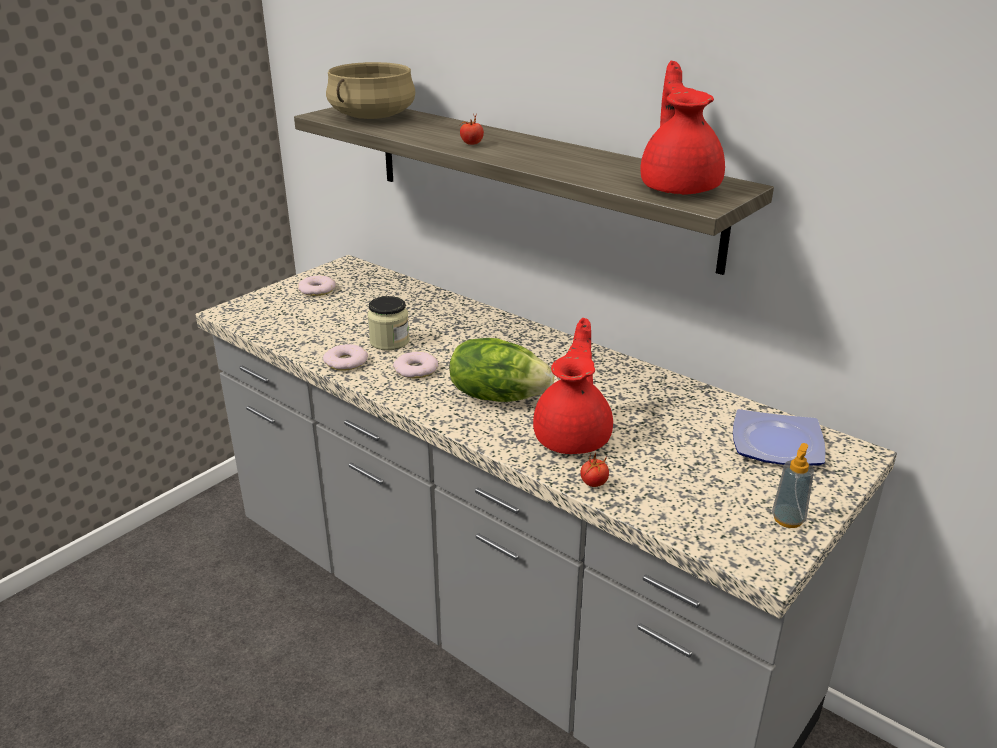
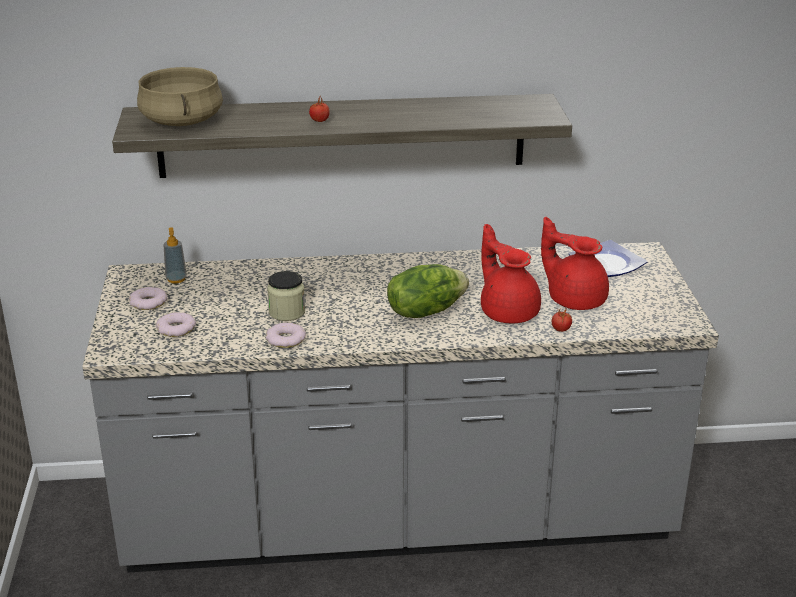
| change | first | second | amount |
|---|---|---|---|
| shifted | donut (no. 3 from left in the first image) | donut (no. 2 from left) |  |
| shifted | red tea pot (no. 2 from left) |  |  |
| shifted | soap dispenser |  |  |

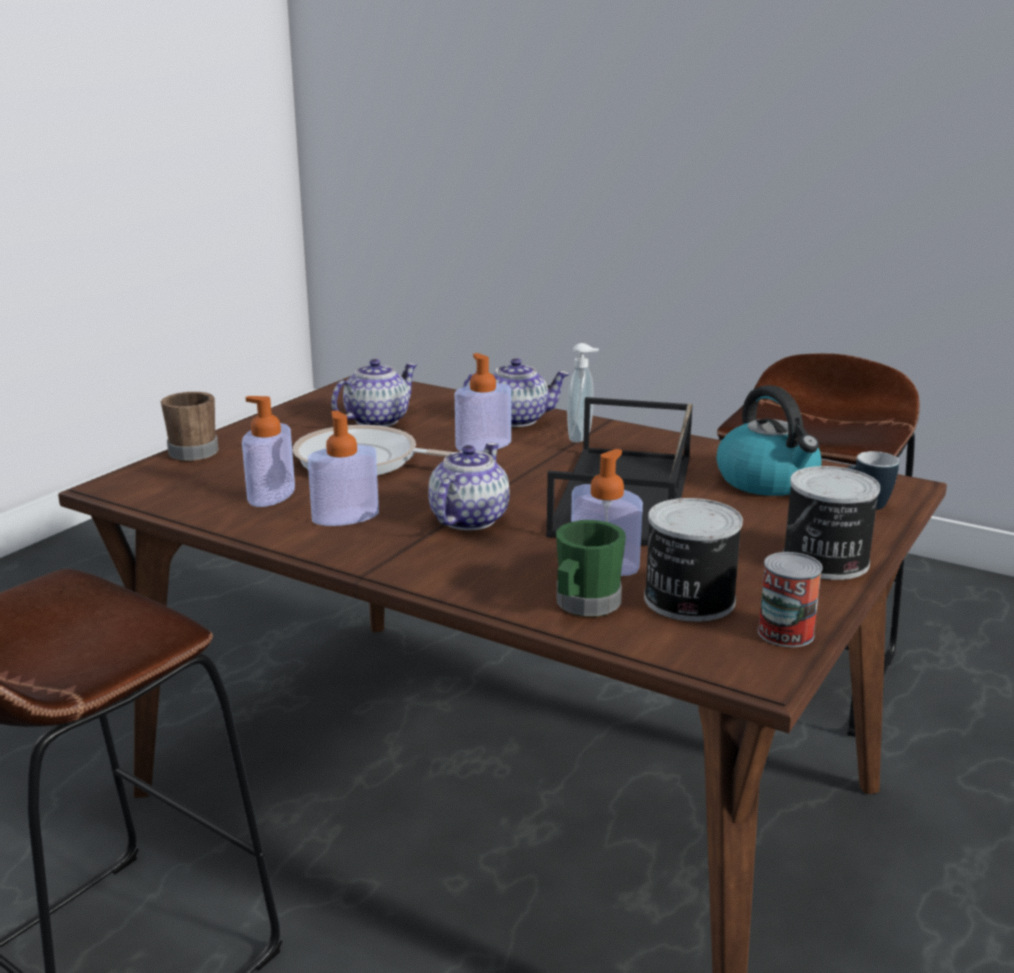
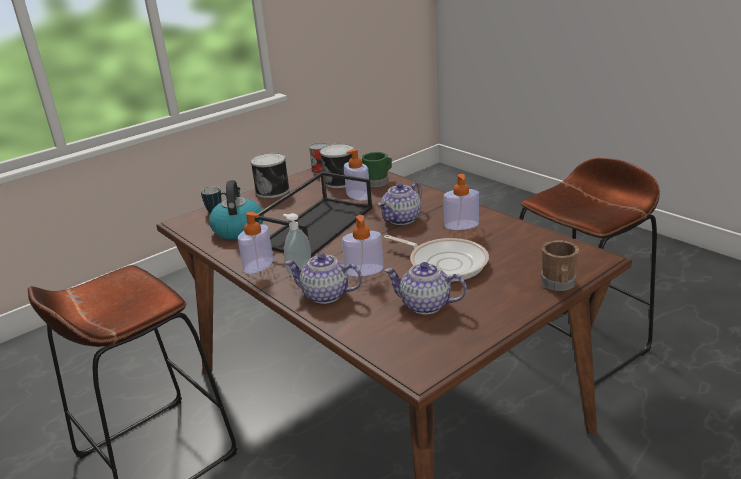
| change | first | second | amount |
|---|---|---|---|
| shifted | soap dispenser (no. 1 from left) |  |  |
| rotated | tea pot (no. 1 from left in the first image) | tea pot (no. 3 from left) | 45 degrees clockwise |

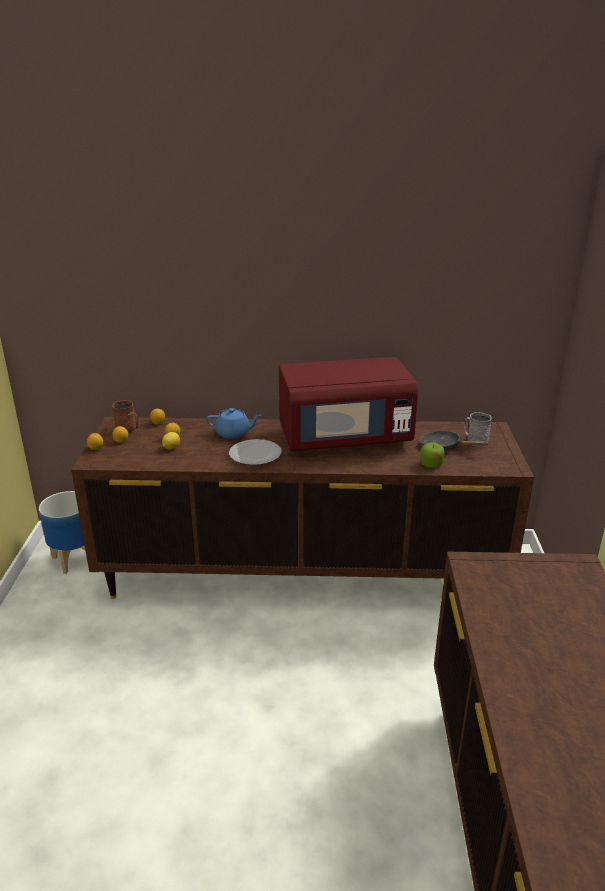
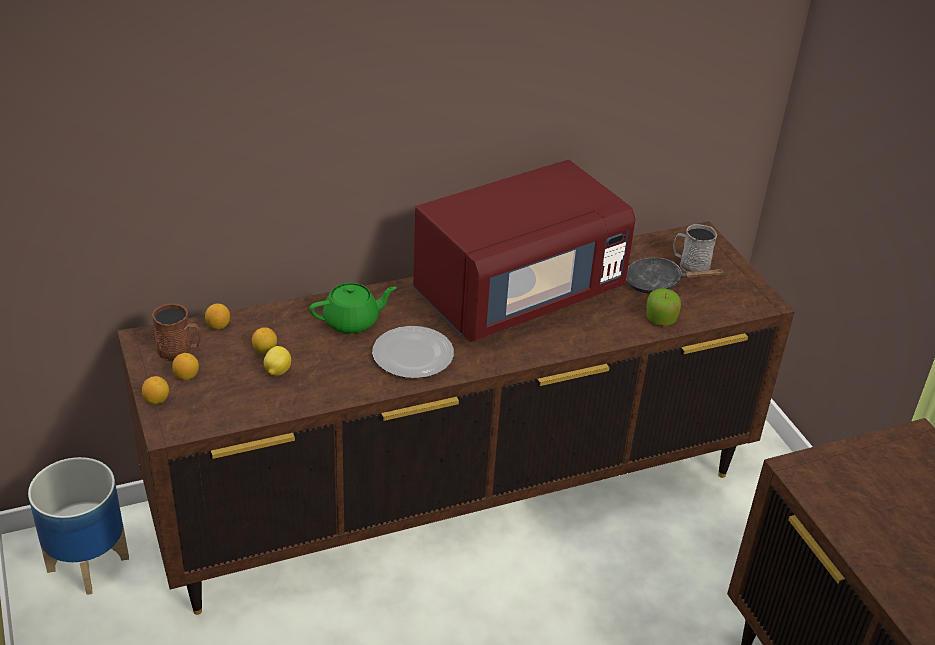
| change | first | second | amount |
|---|---|---|---|
| repainted | blue tea pot | green-coloured tea pot |  |

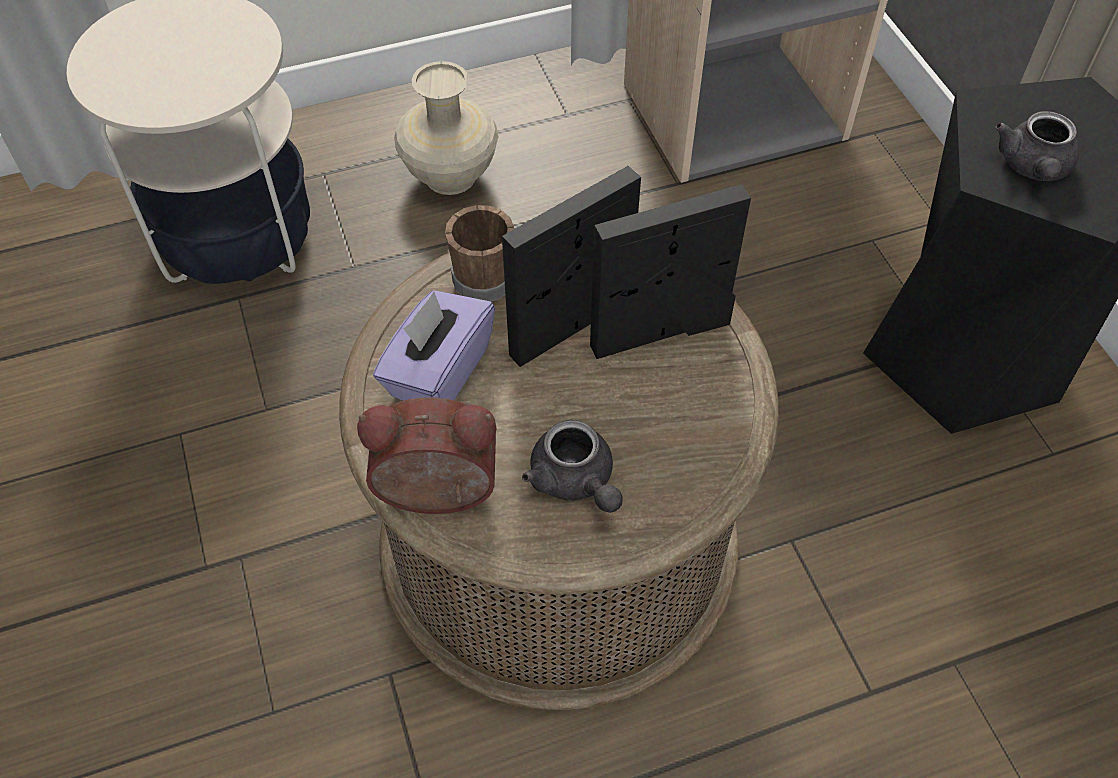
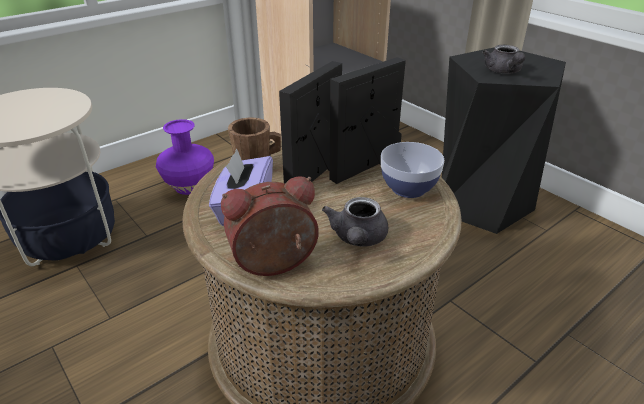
| change | first | second | amount |
|---|---|---|---|
| new |  | deep dish |  |
| repainted | beige-coloured decorative vase | purplish decorative vase |  |
| rotated | gray tea pot (no. 1 from left) |  | 60 degrees clockwise |

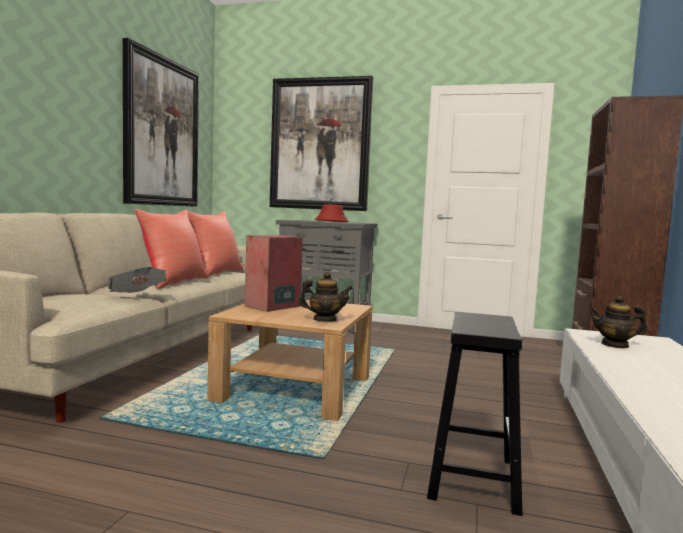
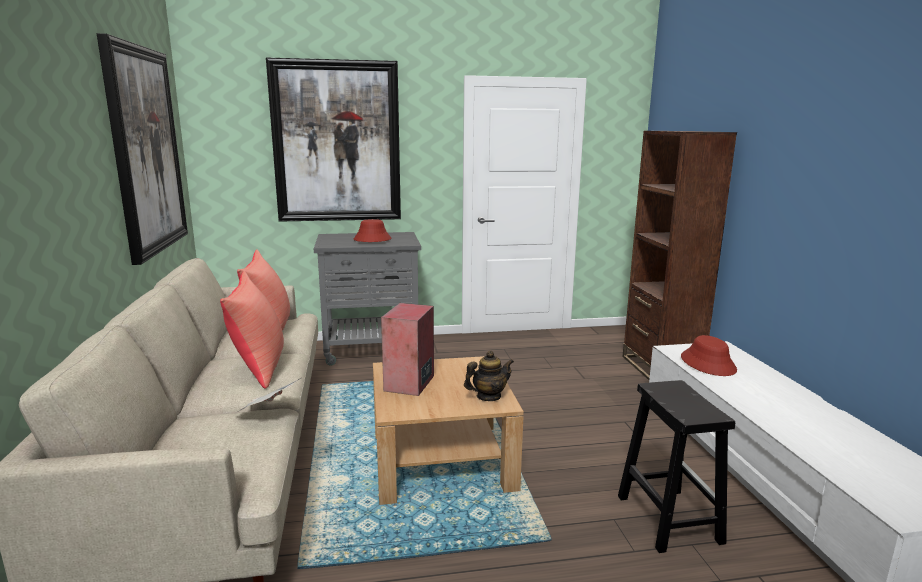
| change | first | second | amount |
|---|---|---|---|
| swapped | tea pot (no. 2 from left) | red clothing hat (no. 2 from left) |  |

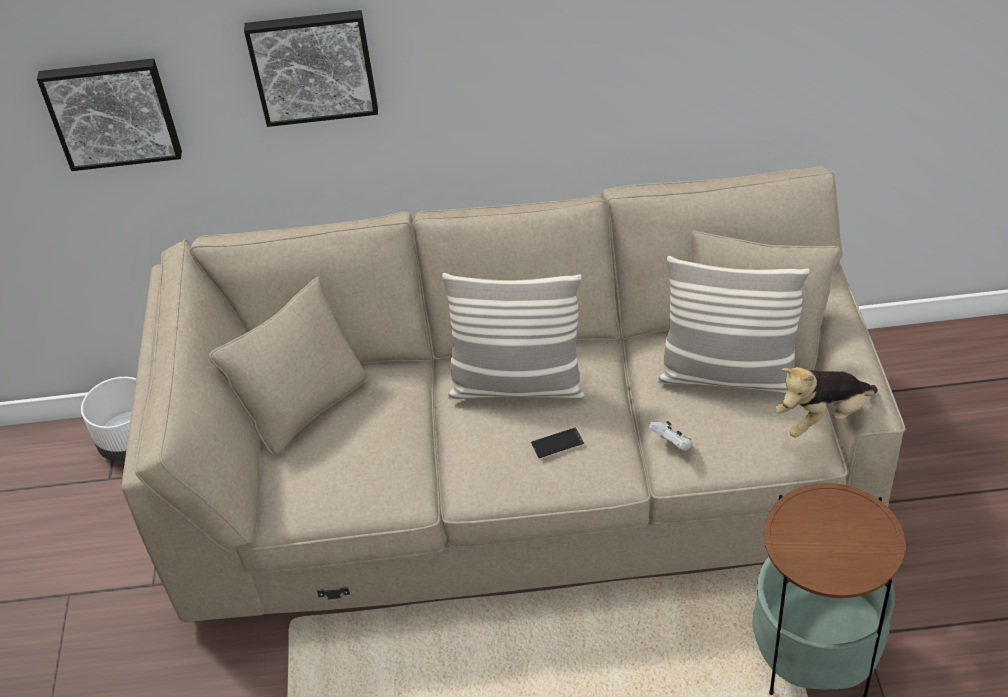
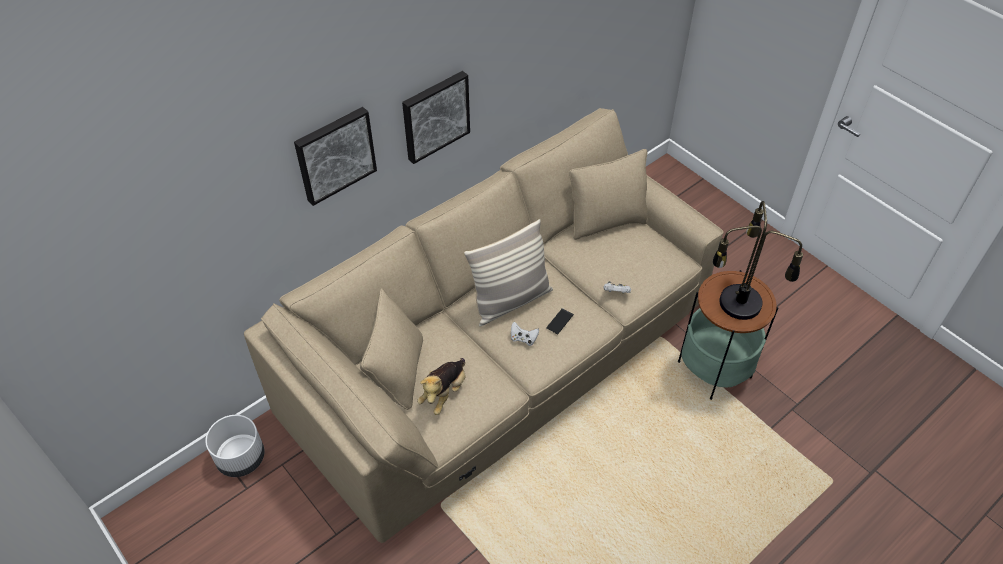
| change | first | second | amount |
|---|---|---|---|
| gone | cushion (no. 2 from left) |  |  |
| new |  | white-coloured joypad (no. 1 from left) |  |
| new |  | lamp for a table |  |
| shifted | picture (no. 1 from left in the first image) | picture (no. 2 from left) |  |
| shifted | cuddly toy |  |  |

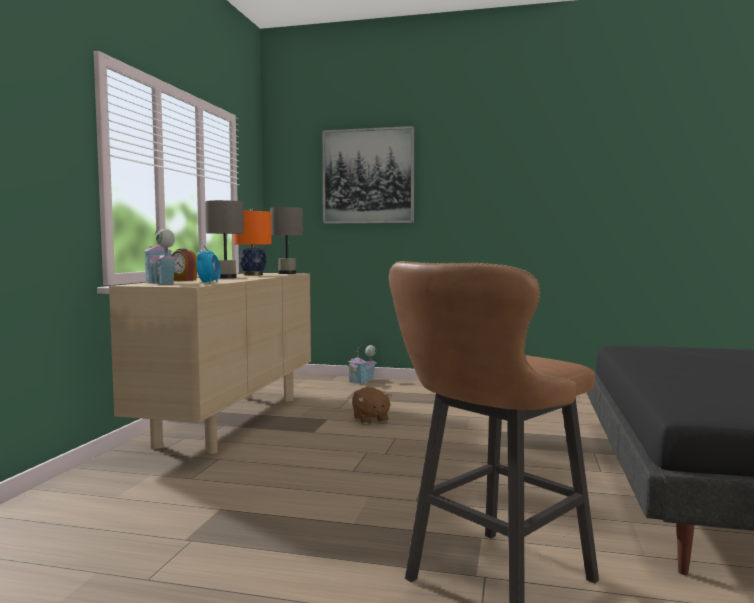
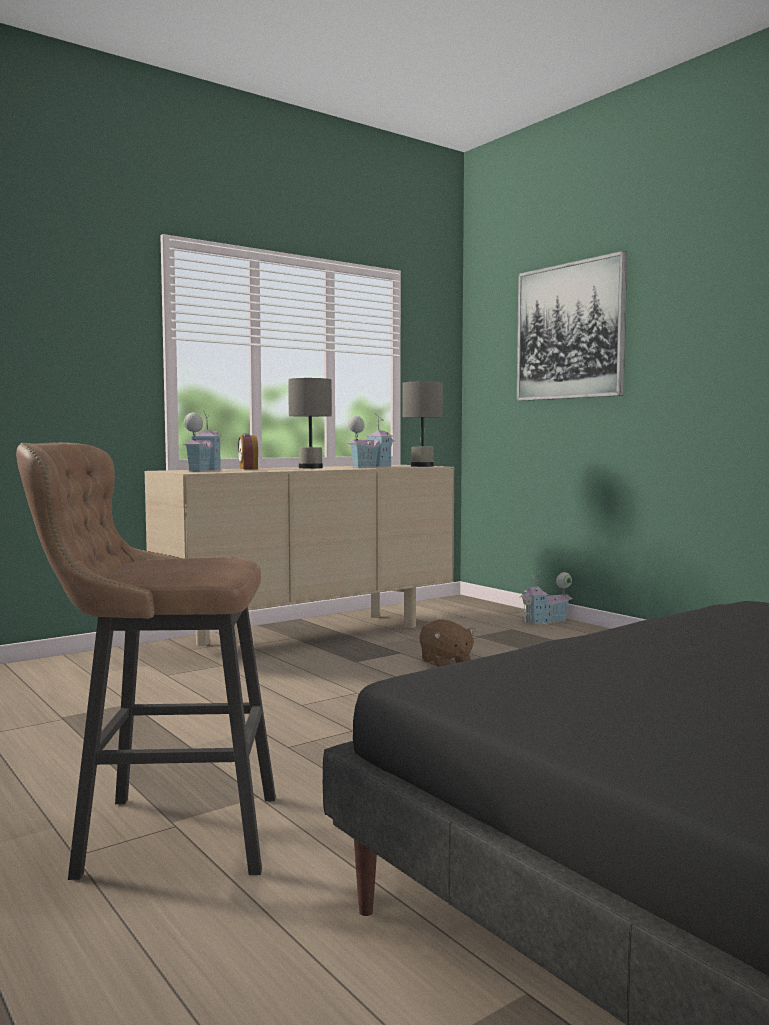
| change | first | second | amount |
|---|---|---|---|
| gone | table clock (no. 2 from left) |  |  |
| swapped | orangey lamp for a table | model house (no. 2 from left) |  |
| rotated | brown cuddly toy |  | 45 degrees counterclockwise |

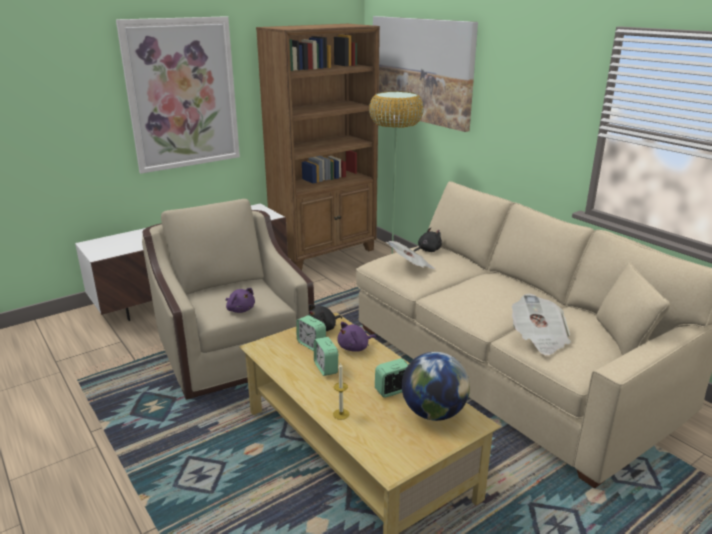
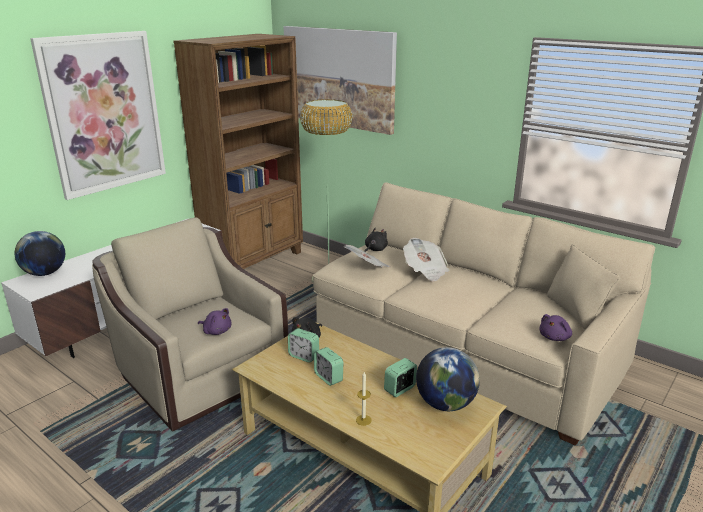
| change | first | second | amount |
|---|---|---|---|
| new |  | globe (no. 1 from left) |  |
| shifted | purplish cuddly toy (no. 2 from left) |  |  |
| shifted | printed paper (no. 2 from left) |  |  |

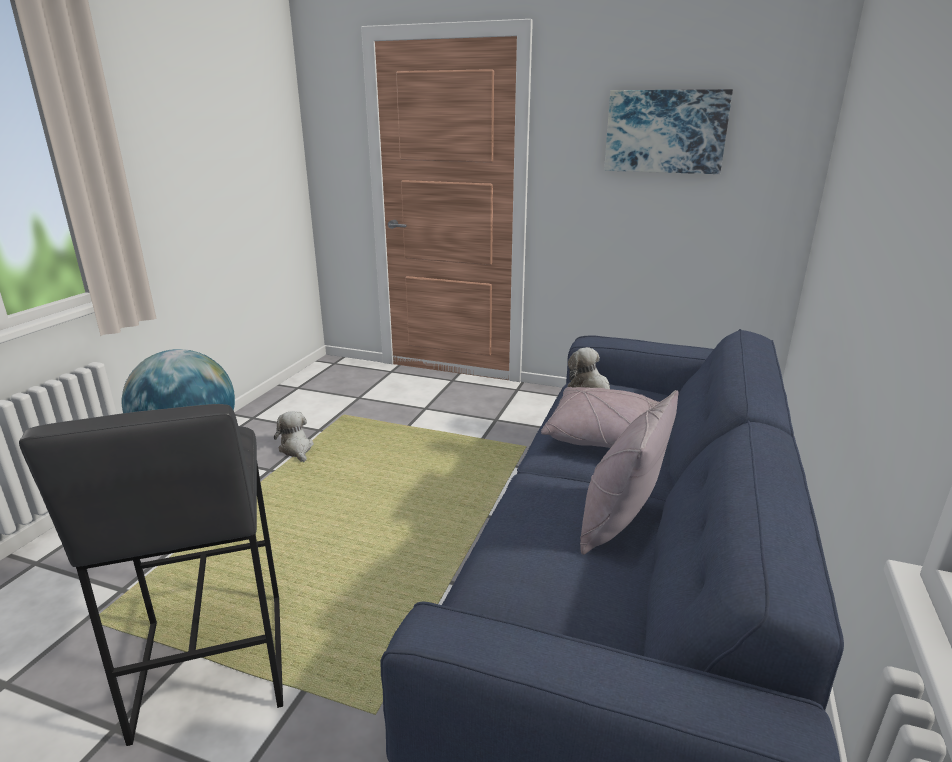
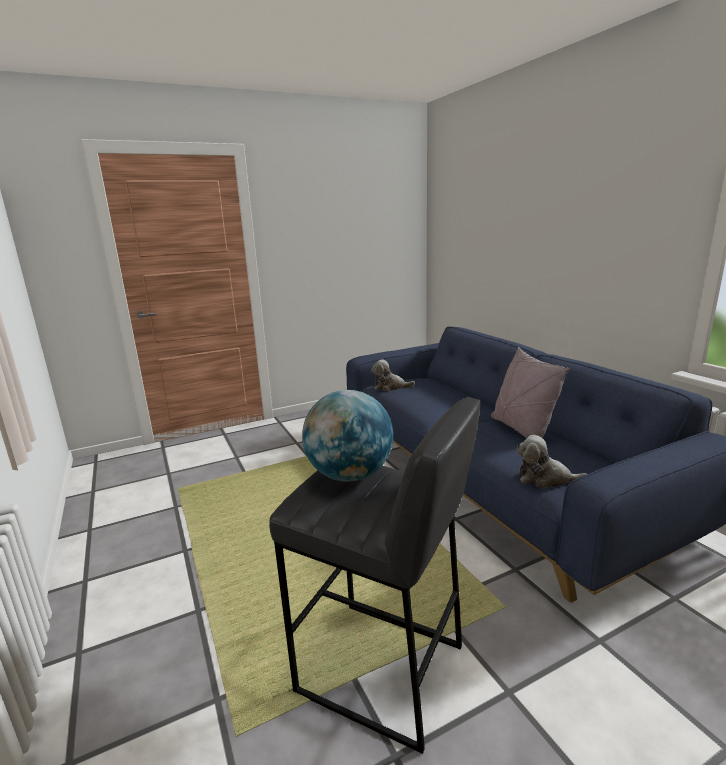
| change | first | second | amount |
|---|---|---|---|
| gone | purplish cushion (no. 1 from left) |  |  |
| gone | picture |  |  |
| shifted | cuddly toy (no. 1 from left in the first image) | cuddly toy (no. 2 from left) |  |

